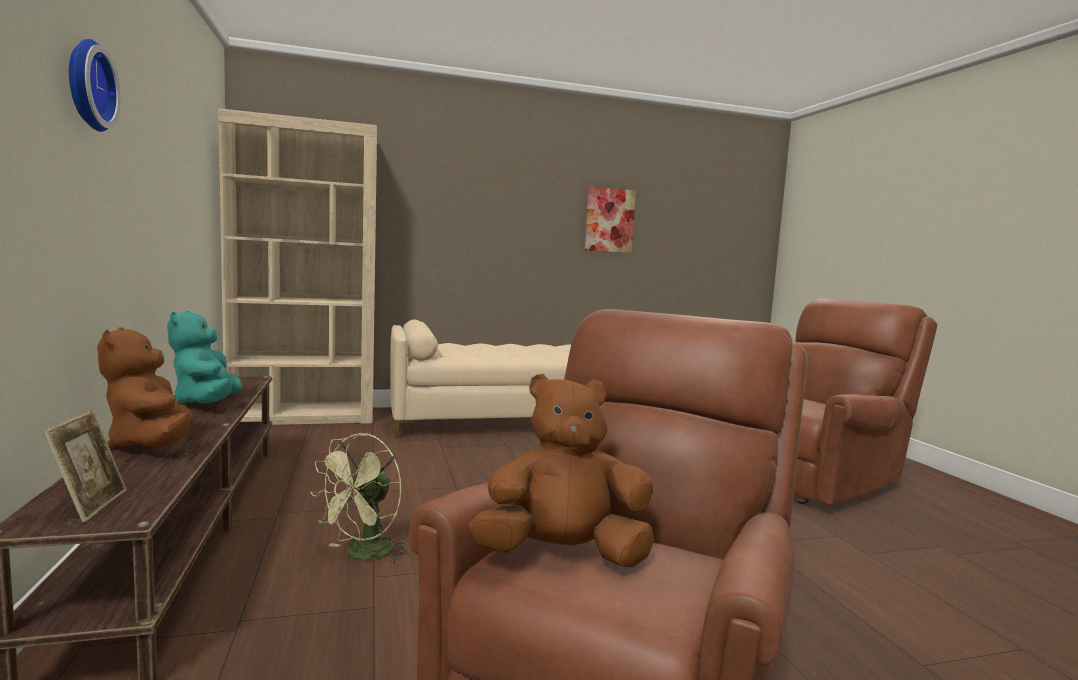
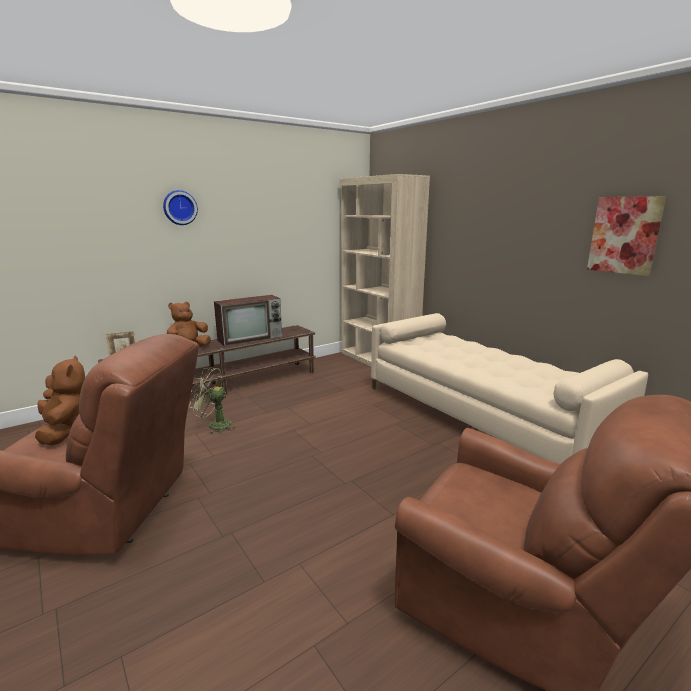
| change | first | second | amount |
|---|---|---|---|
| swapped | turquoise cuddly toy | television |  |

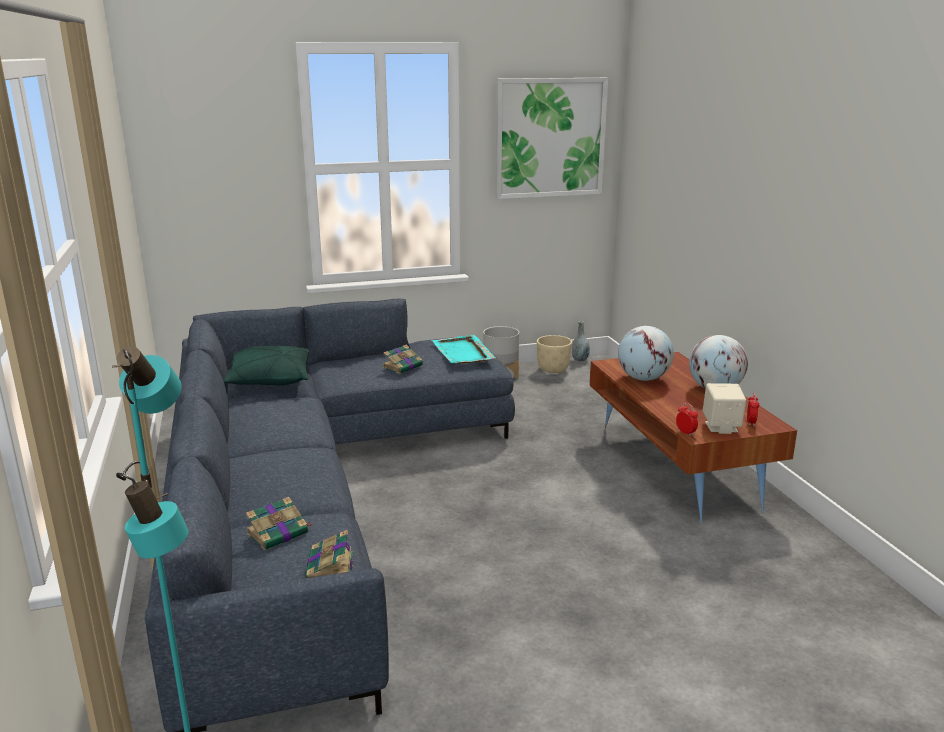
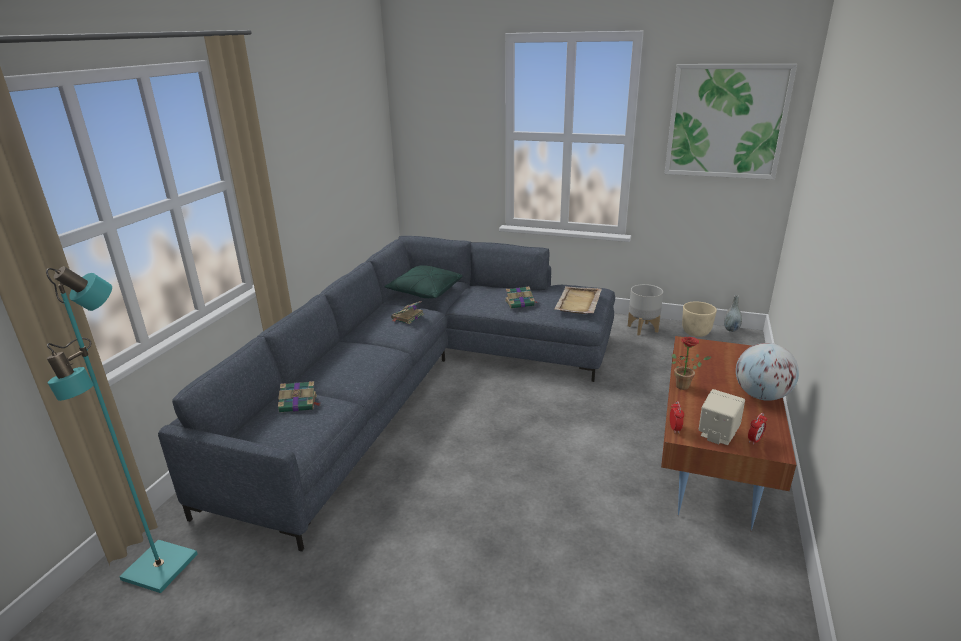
| change | first | second | amount |
|---|---|---|---|
| gone | globe (no. 1 from left) |  |  |
| new |  | potted plant |  |
| shifted | volume (no. 2 from left) |  |  |
| repainted | turquoise serving tray | beige-coloured serving tray |  |

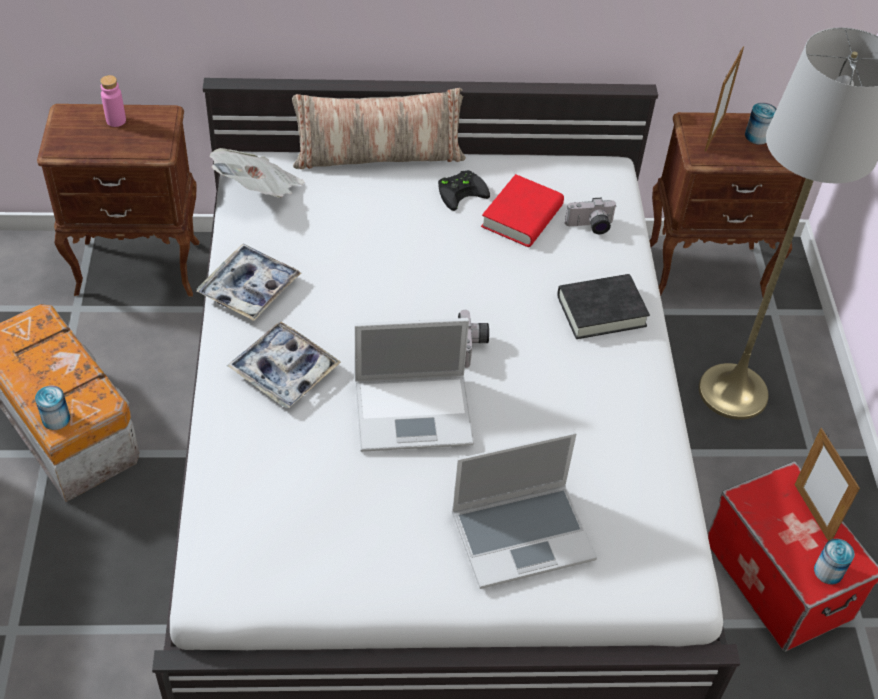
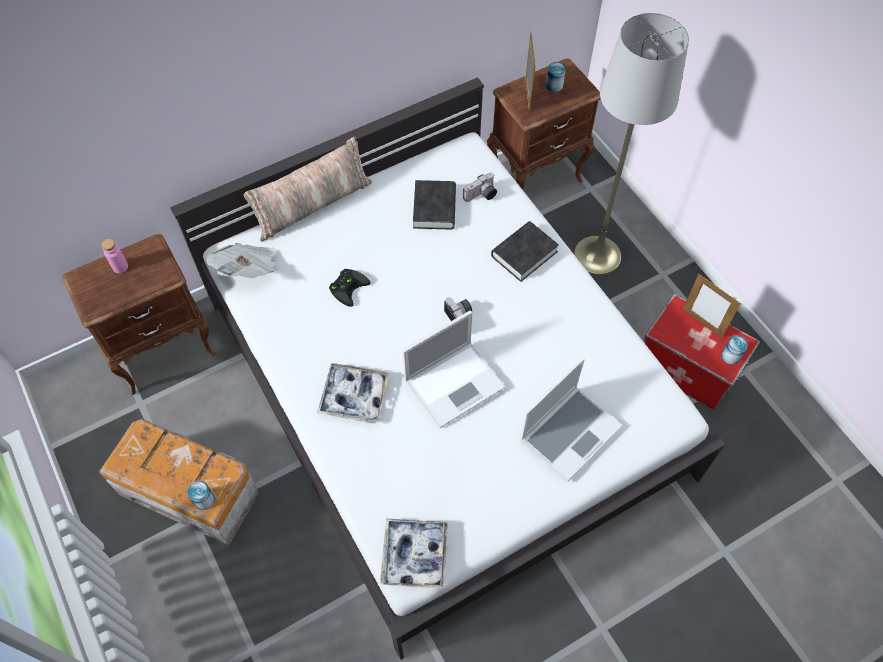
| change | first | second | amount |
|---|---|---|---|
| shifted | serving tray (no. 1 from left in the first image) | serving tray (no. 2 from left) |  |
| shifted | black joypad |  |  |
| repainted | red volume | black volume (no. 1 from left) |  |

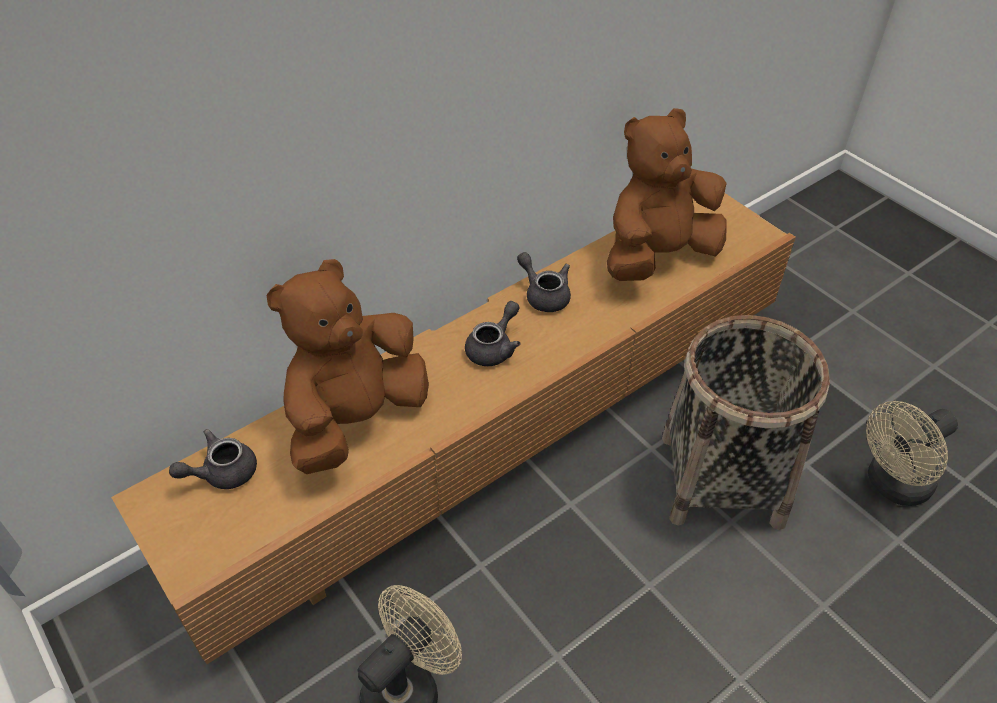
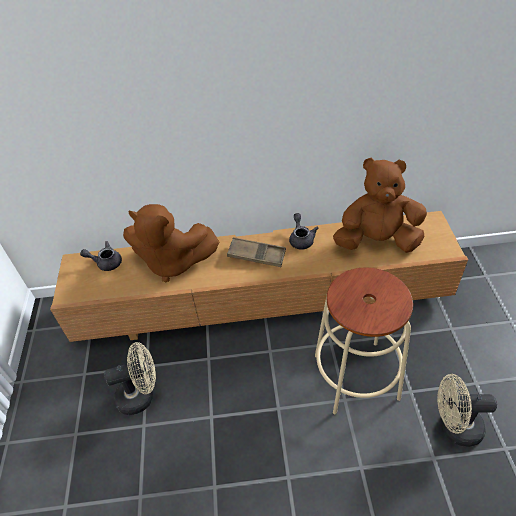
| change | first | second | amount |
|---|---|---|---|
| swapped | gray tea pot (no. 2 from left) | brown serving tray |  |
| swapped | basket | beige-coloured sitting stool |  |
| rotated | brown cuddly toy (no. 1 from left) |  | 150 degrees counterclockwise |

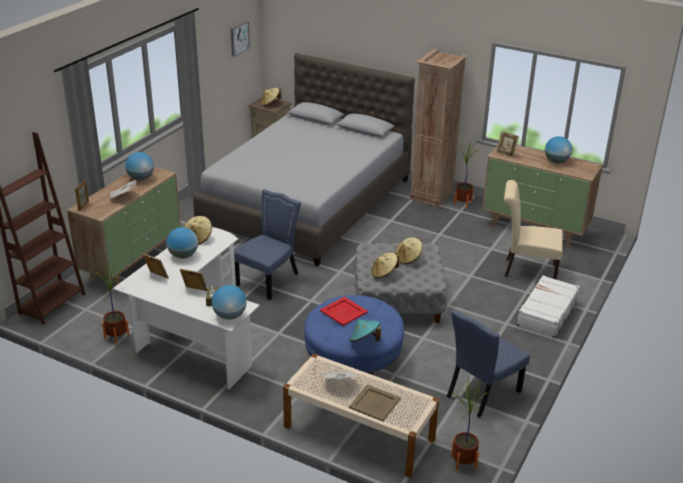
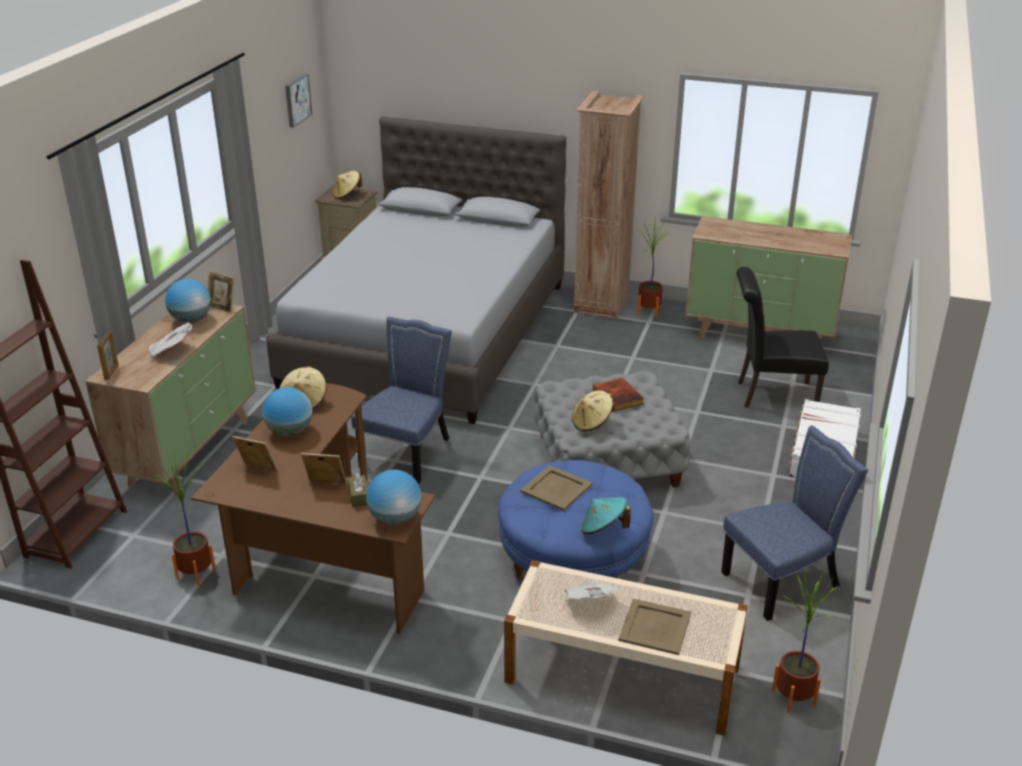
| change | first | second | amount |
|---|---|---|---|
| gone | globe (no. 4 from left) |  |  |
| shifted | standing frame (no. 4 from left in the first image) | standing frame (no. 2 from left) |  |
| swapped | beige-coloured clothing hat (no. 4 from left) | volume |  |
| repainted | white-coloured desk | brown desk |  |
| repainted | red serving tray | beige-coloured serving tray (no. 1 from left) |  |
| repainted | beige-coloured plain chair | black plain chair |  |
| rotated | blue plain chair (no. 2 from left) |  | 150 degrees counterclockwise |

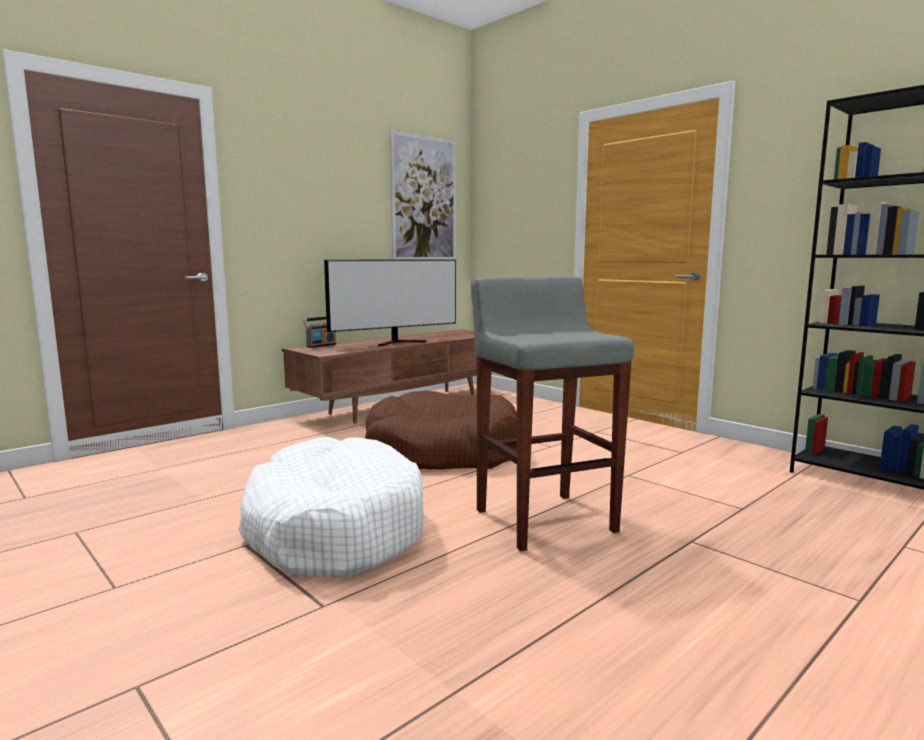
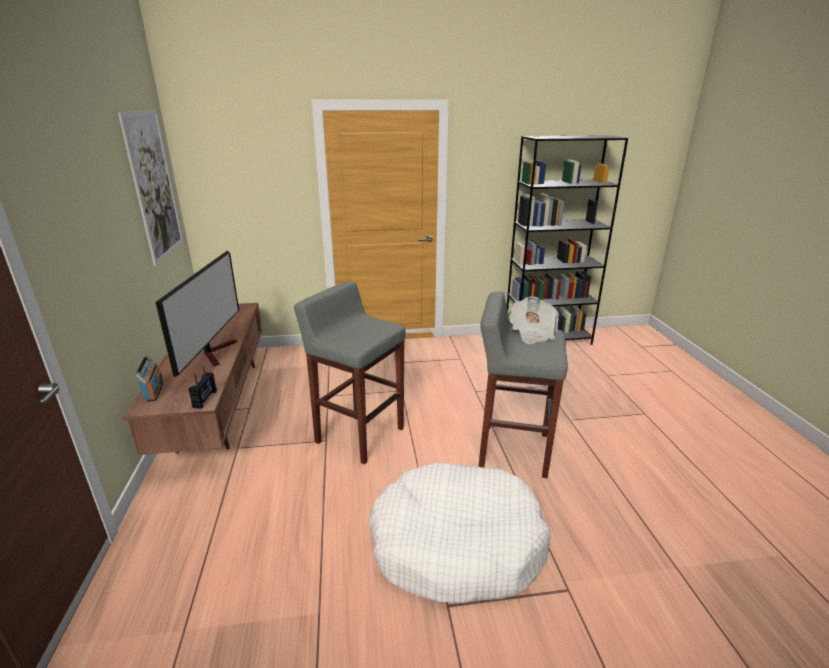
| change | first | second | amount |
|---|---|---|---|
| new |  | radio receiver (no. 2 from left) |  |
| new |  | printed paper |  |
| swapped | brown dog bed | gray sitting stool (no. 1 from left) |  |

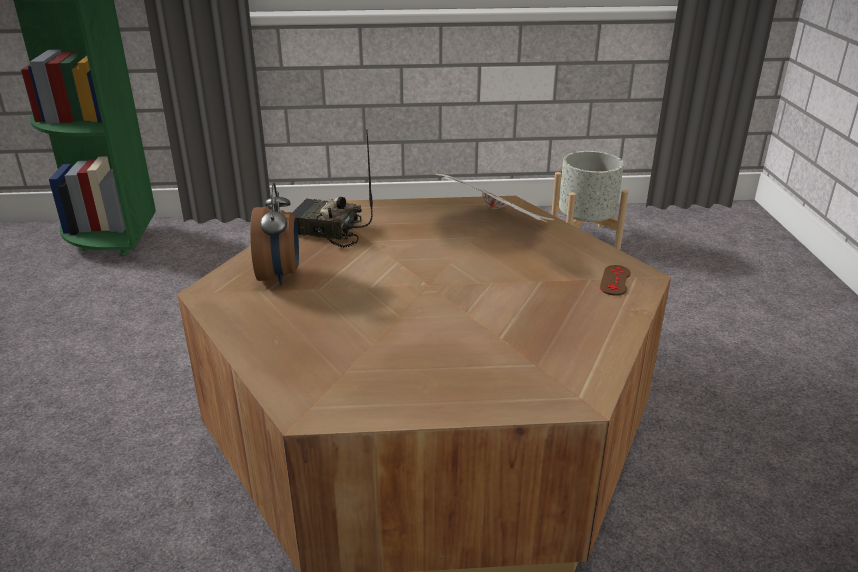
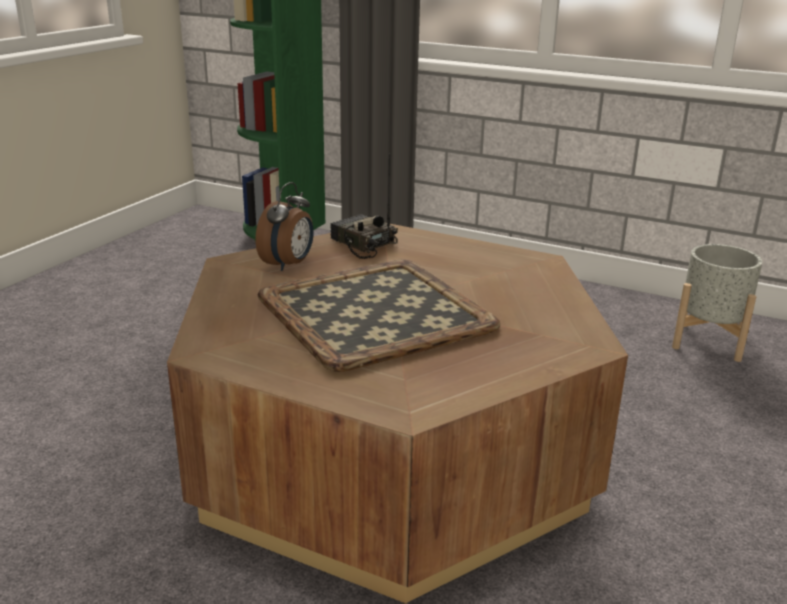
| change | first | second | amount |
|---|---|---|---|
| gone | printed paper |  |  |
| gone | brown joypad |  |  |
| new |  | serving tray |  |

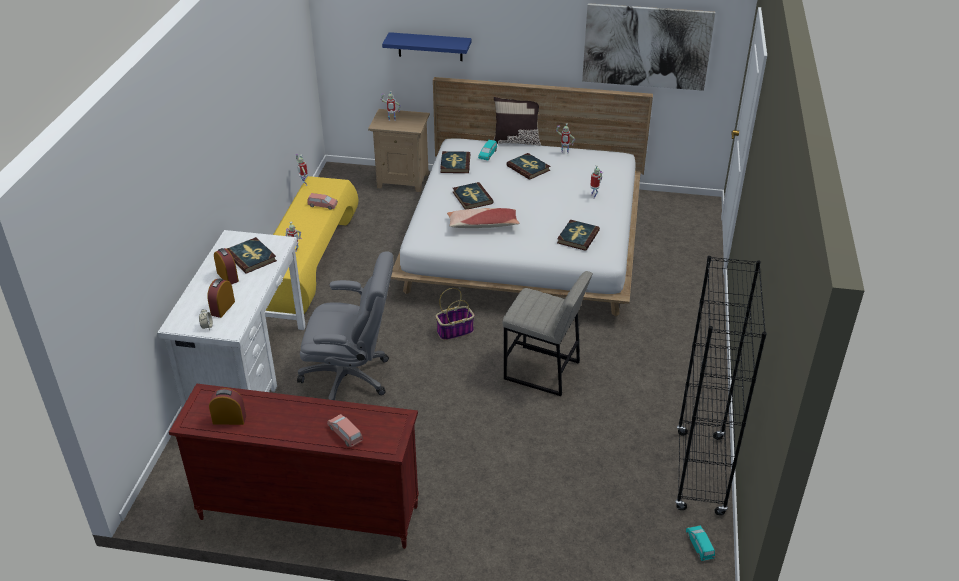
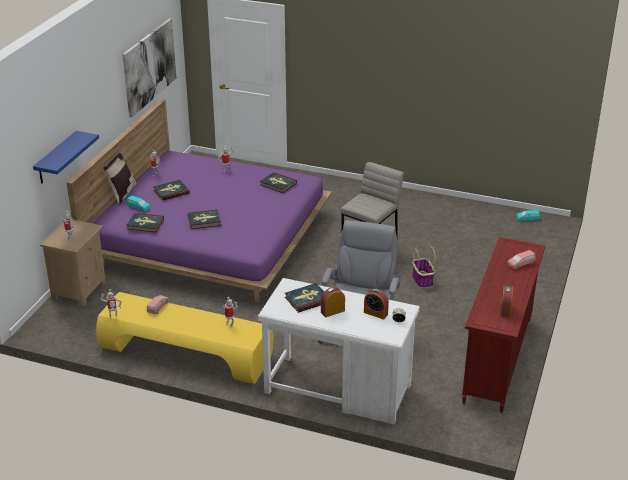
| change | first | second | amount |
|---|---|---|---|
| gone | cushion (no. 1 from left) |  |  |
| gone | black bookshelf |  |  |
| shifted | basket |  |  |
| repainted | white-coloured bedroom bed | purplish bedroom bed |  |

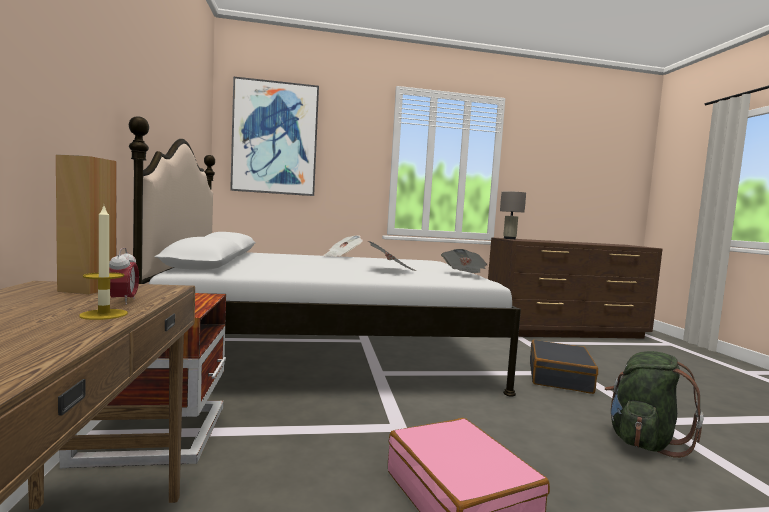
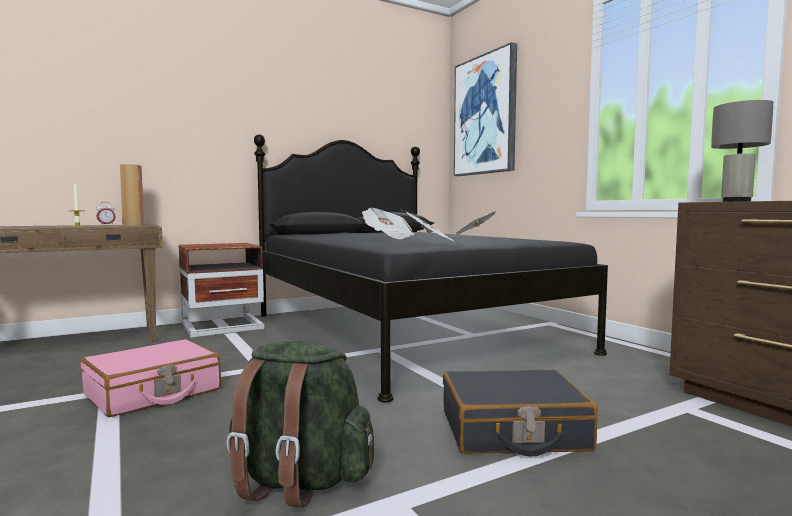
| change | first | second | amount |
|---|---|---|---|
| repainted | white-coloured bedroom bed | black bedroom bed |  |

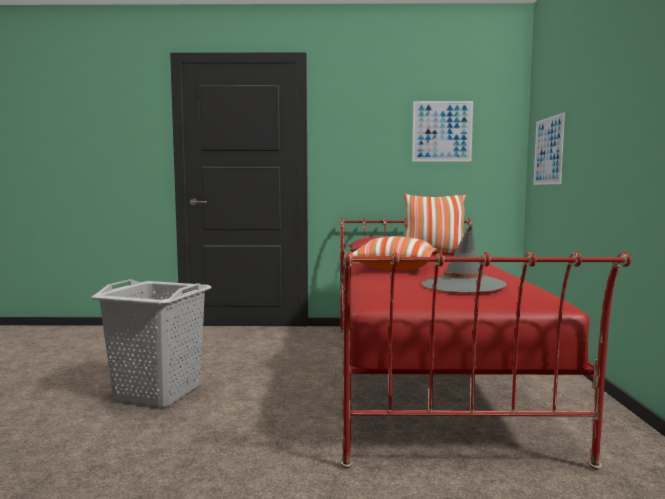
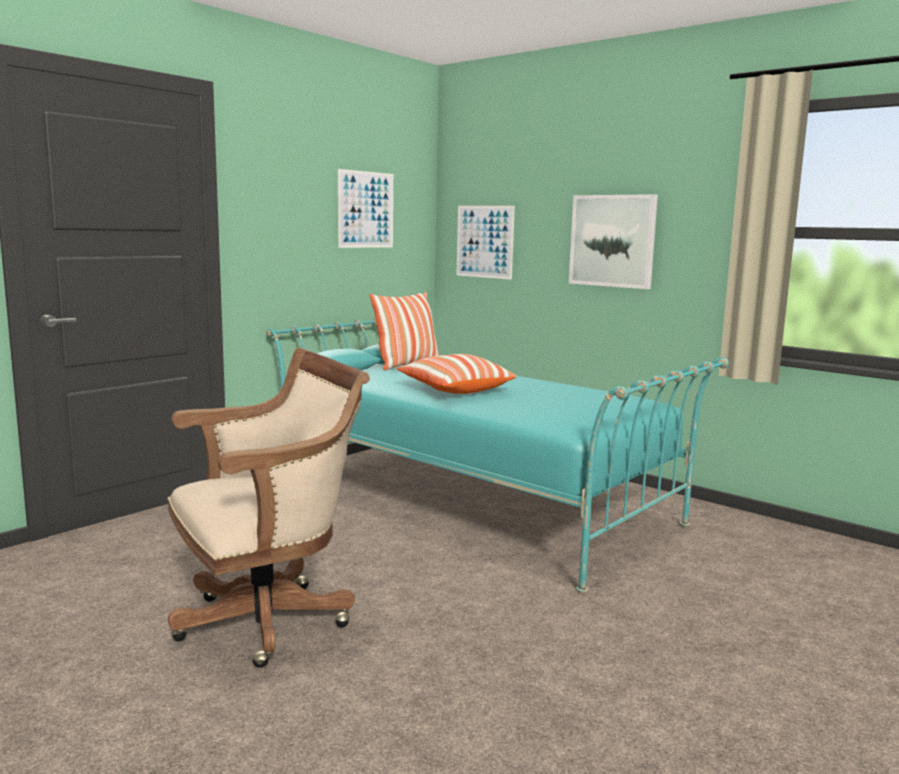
| change | first | second | amount |
|---|---|---|---|
| gone | gray clothing hat |  |  |
| new |  | picture (no. 3 from left) |  |
| swapped | gray hamper | office chair |  |
| repainted | red bedroom bed | turquoise bedroom bed |  |

